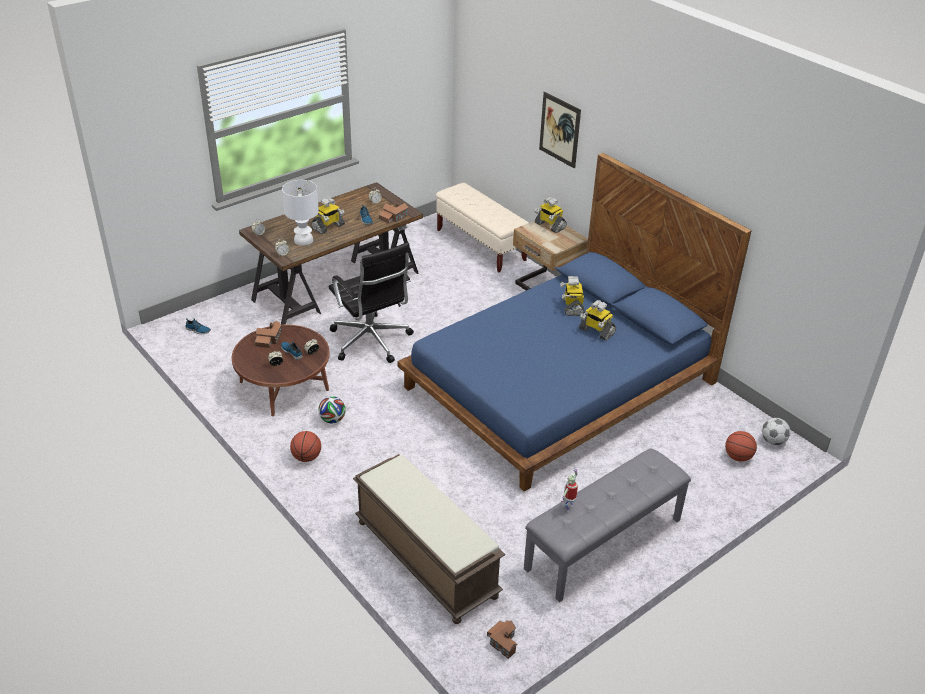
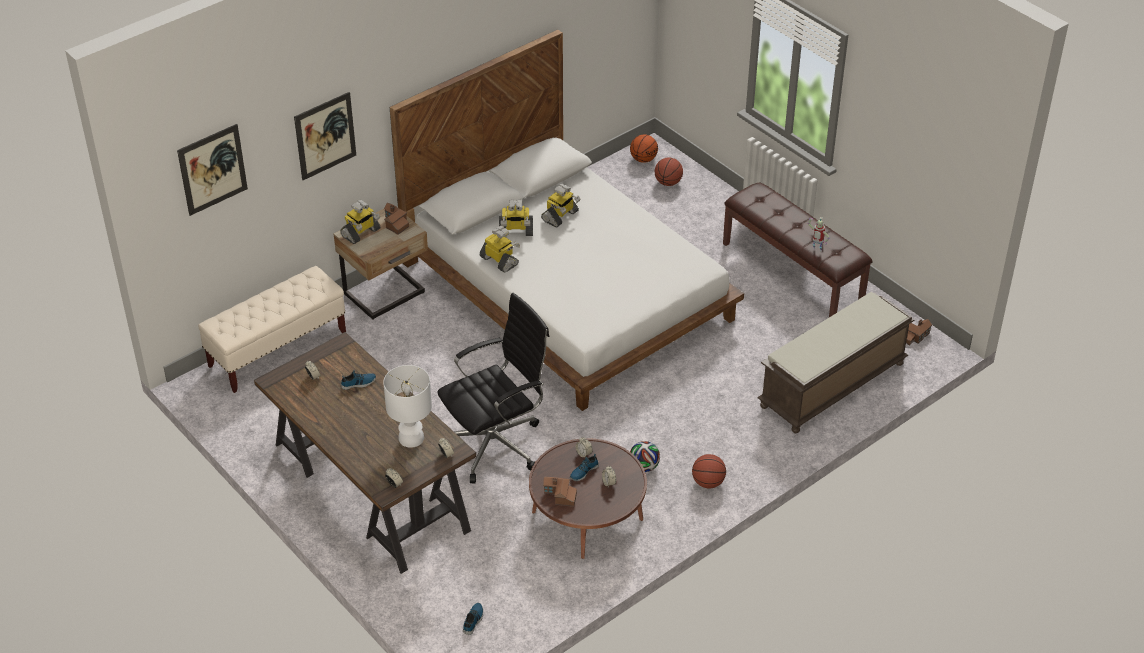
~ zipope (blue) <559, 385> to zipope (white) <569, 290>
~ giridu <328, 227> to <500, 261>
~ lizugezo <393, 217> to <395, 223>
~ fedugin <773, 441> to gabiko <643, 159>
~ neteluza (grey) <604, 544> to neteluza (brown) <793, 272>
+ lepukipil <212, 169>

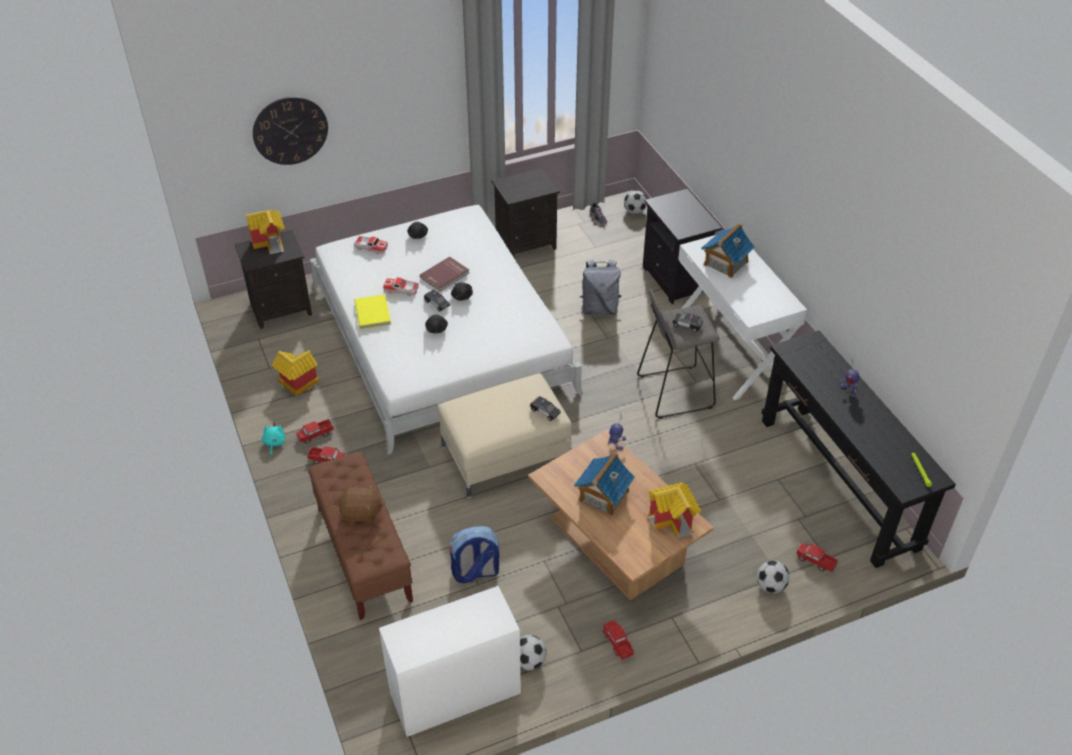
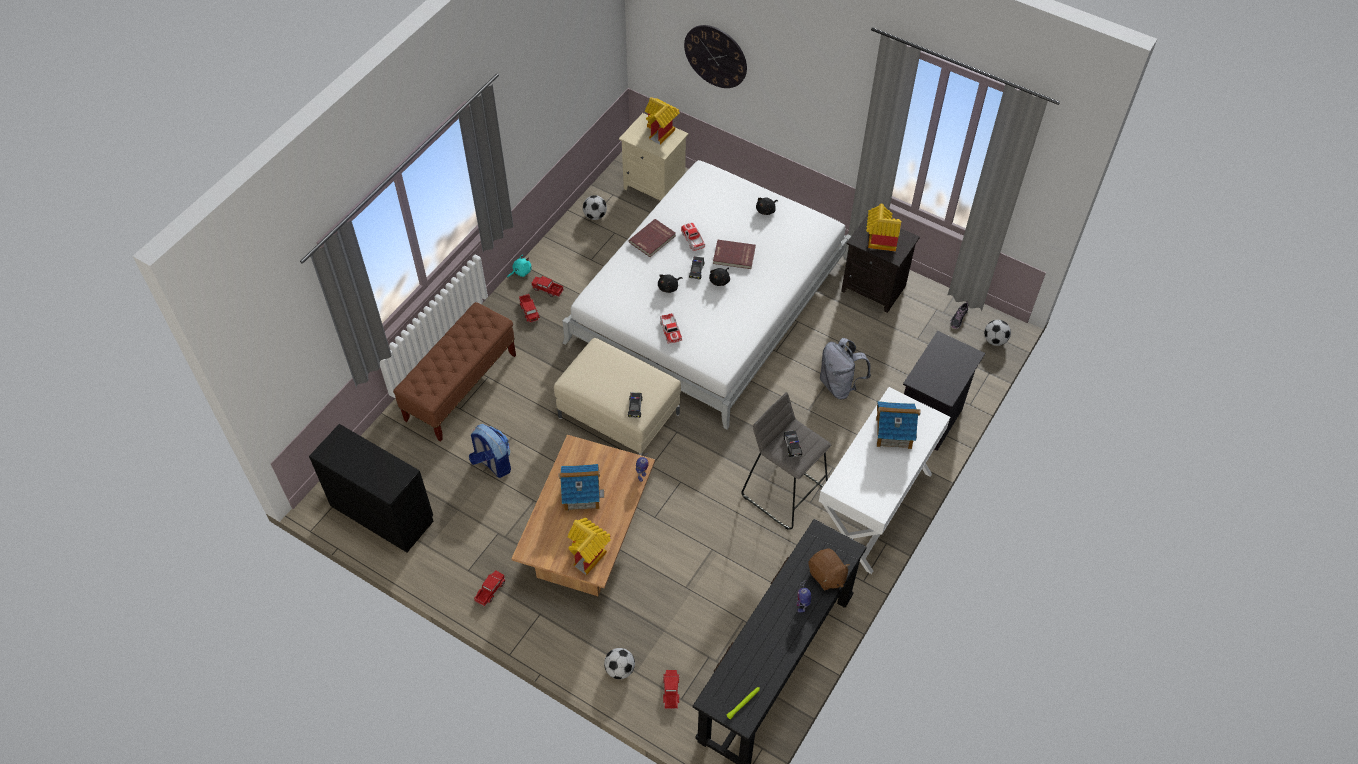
~ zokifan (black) <281, 308> to zokifan (beige) <655, 186>
~ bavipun <371, 247> to <670, 330>
~ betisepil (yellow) <373, 313> to betisepil (red) <653, 239>
~ lizugezo <297, 385> to <878, 240>
~ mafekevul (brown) <361, 513> to <826, 575>
~ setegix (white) <454, 692> to setegix (black) <382, 512>
~ fedugin <529, 662> to <595, 216>

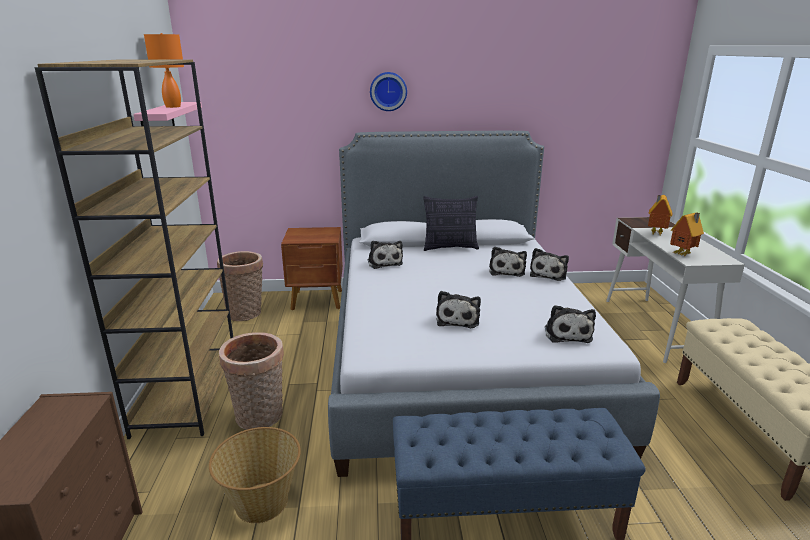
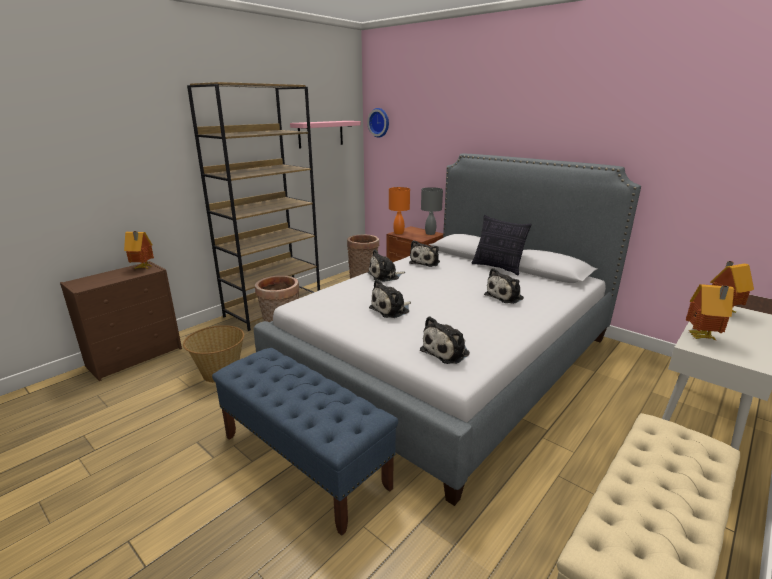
~ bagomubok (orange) <173, 106> to <399, 233>
~ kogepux <388, 91> to <380, 122>
~ mafekevul <548, 274> to <385, 276>
+ bagomubok (grey) <430, 233>
+ lizugezo <142, 268>

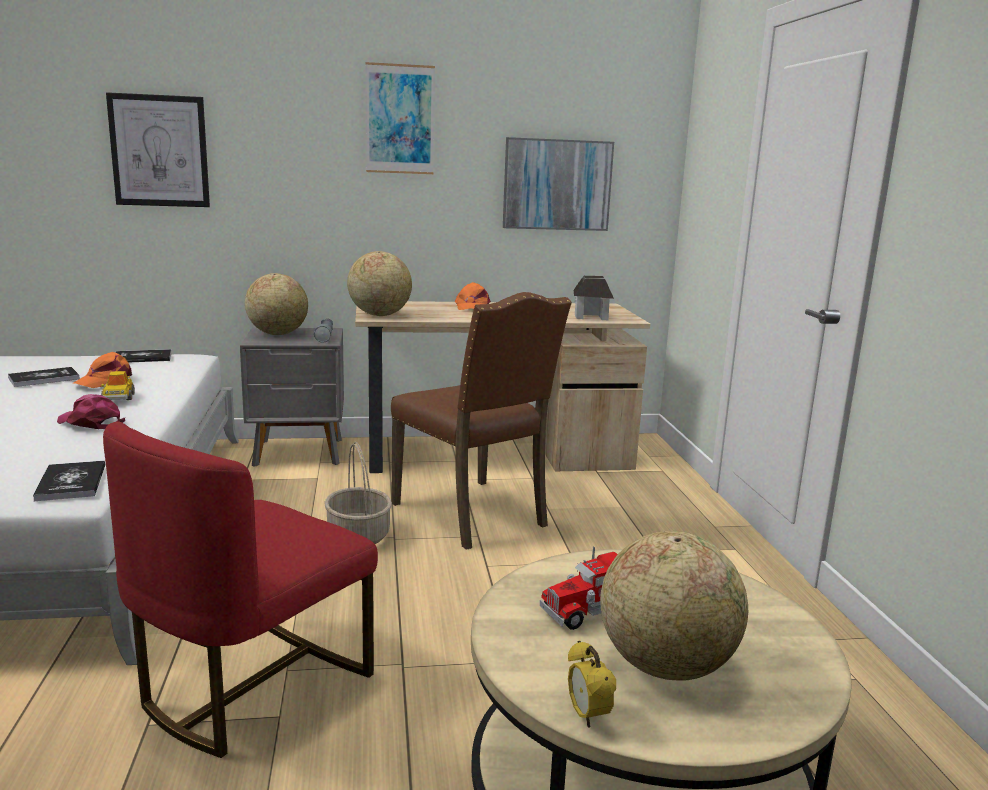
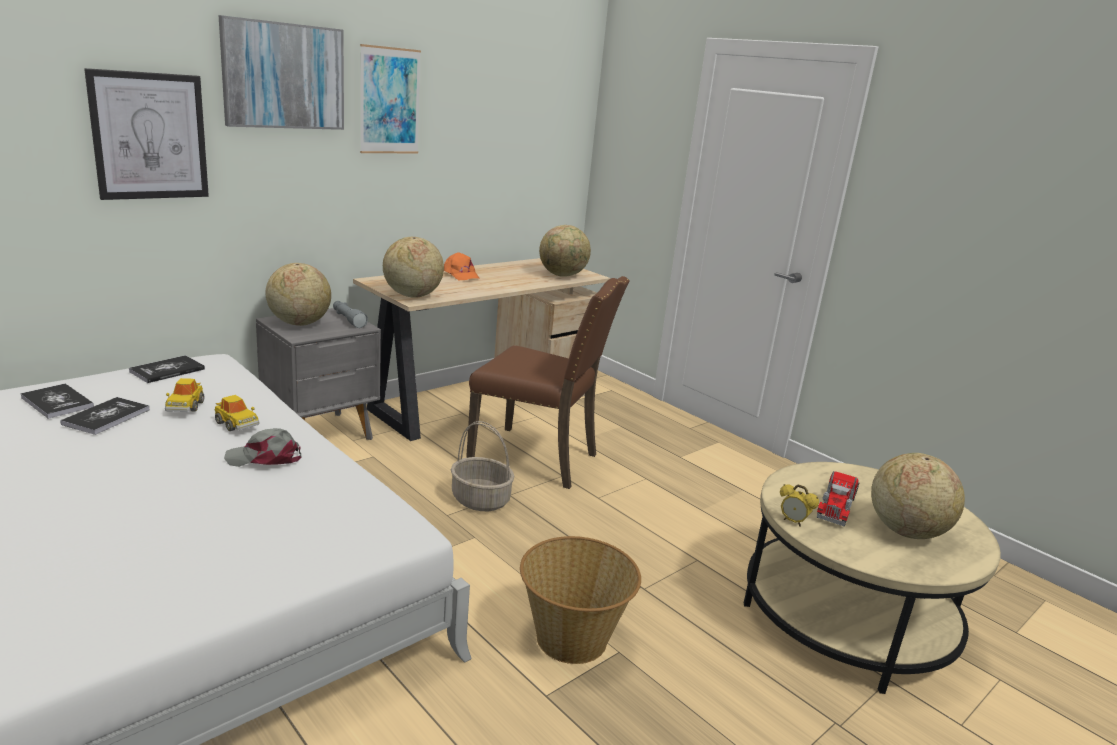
~ lepukipil <557, 185> to <284, 76>
~ lizugezo <591, 316> to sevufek <562, 275>
~ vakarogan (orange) <105, 380> to bavipun <185, 406>
~ vakarogan (pink) <90, 422> to vakarogan (grey) <265, 457>
~ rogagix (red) <250, 685> to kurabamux <572, 640>
~ betisepil <71, 482> to <57, 402>
~ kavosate <587, 716> to <793, 522>

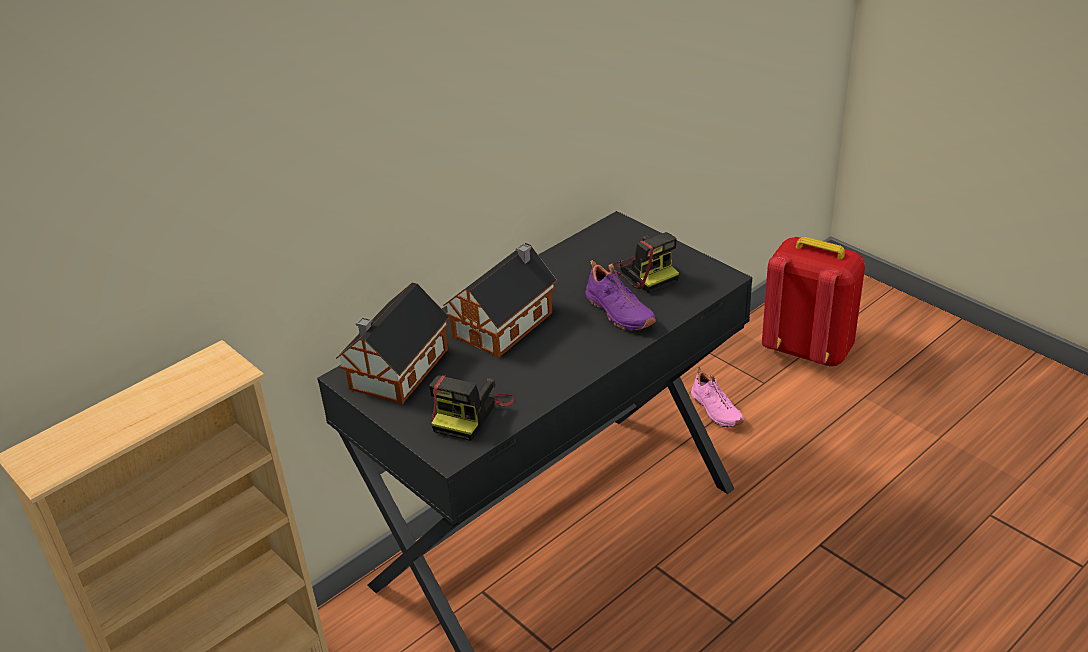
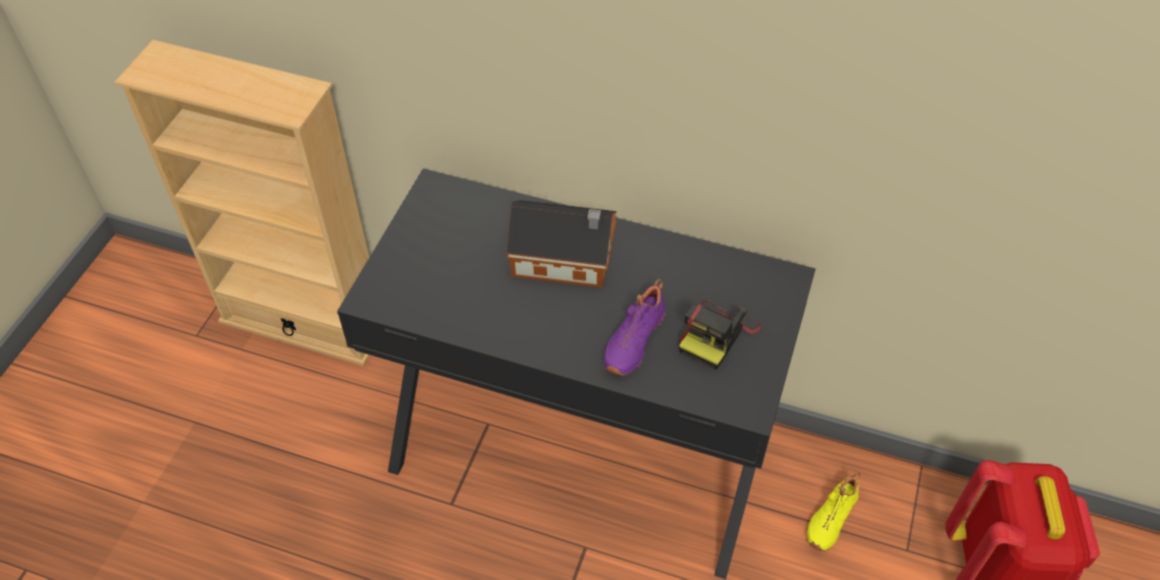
- lizugezo <396, 371>
~ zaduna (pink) <715, 410> to zaduna (yellow) <830, 518>
- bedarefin <470, 412>

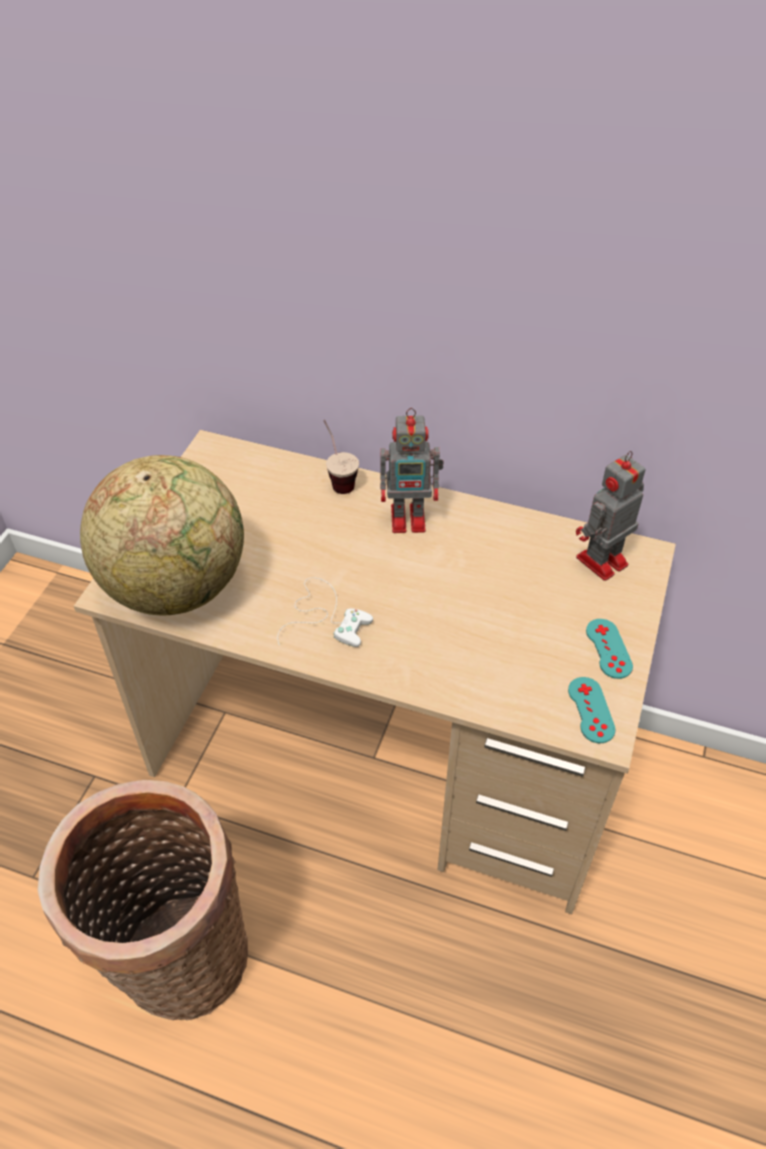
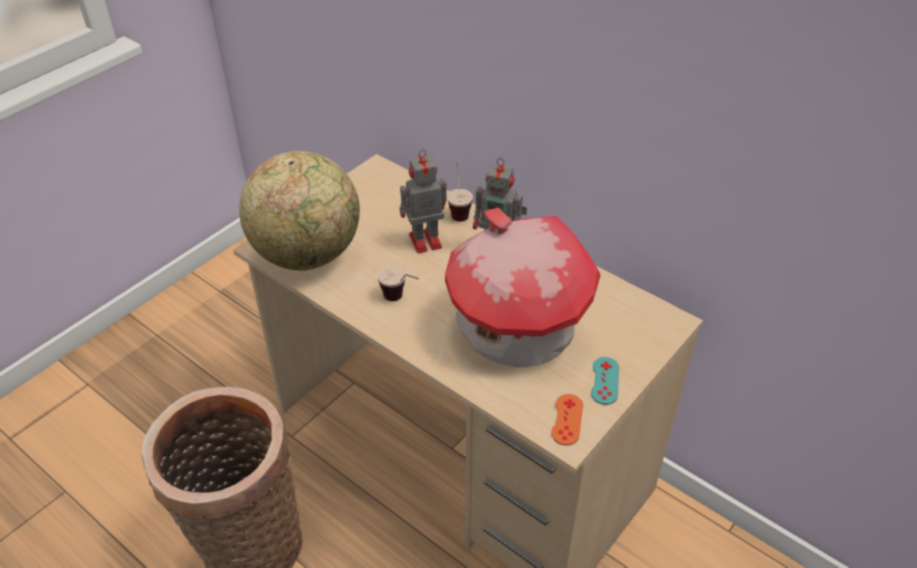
~ giridu <600, 562> to <423, 241>
~ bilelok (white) <325, 615> to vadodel <401, 300>
~ bilelok (turquoise) <591, 710> to bilelok (orange) <567, 419>
+ lizugezo <515, 327>

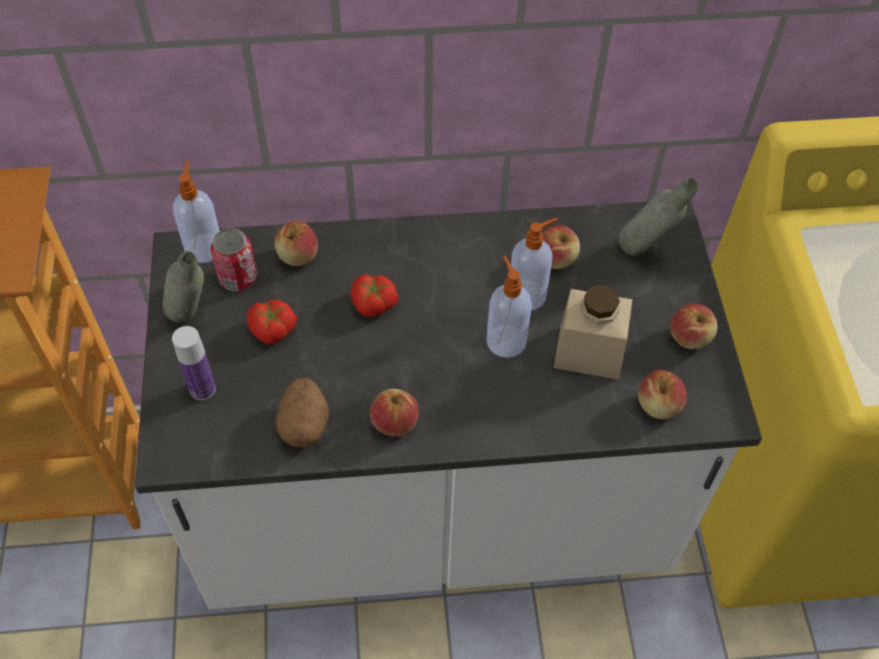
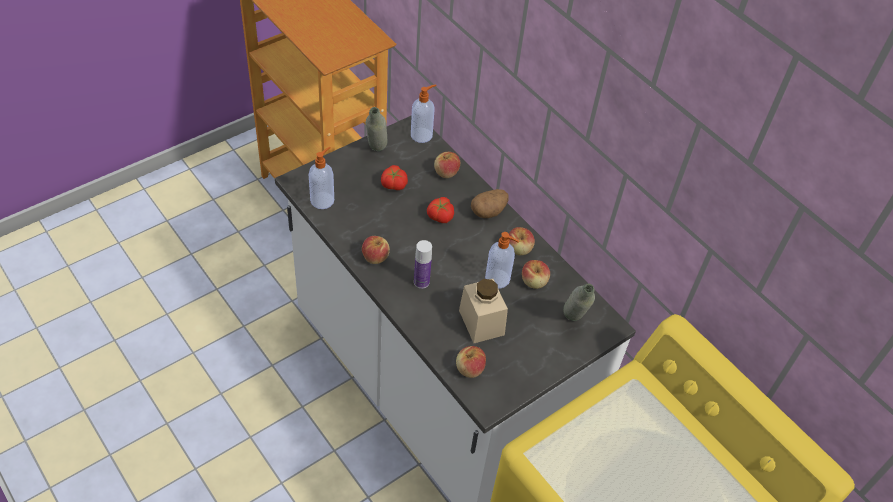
- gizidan <238, 277>
~ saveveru <505, 340> to <323, 200>
~ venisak <690, 337> to <519, 249>
~ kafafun <202, 389> to <421, 282>
~ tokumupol <304, 424> to <488, 211>

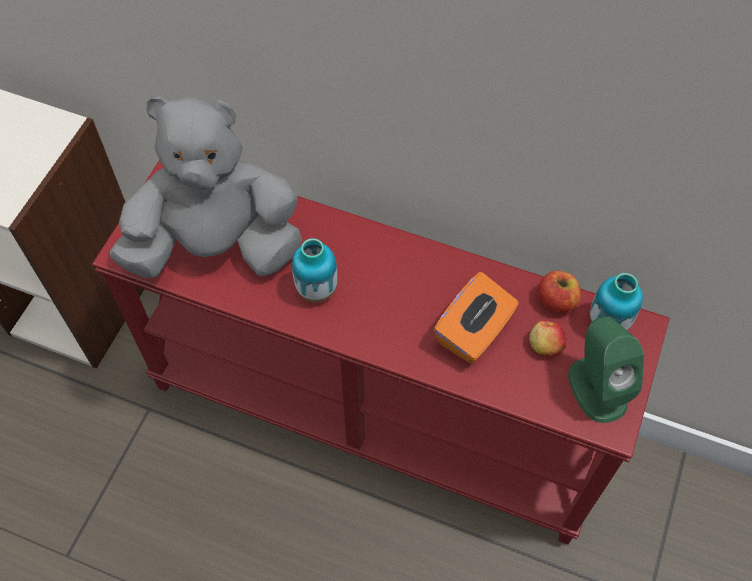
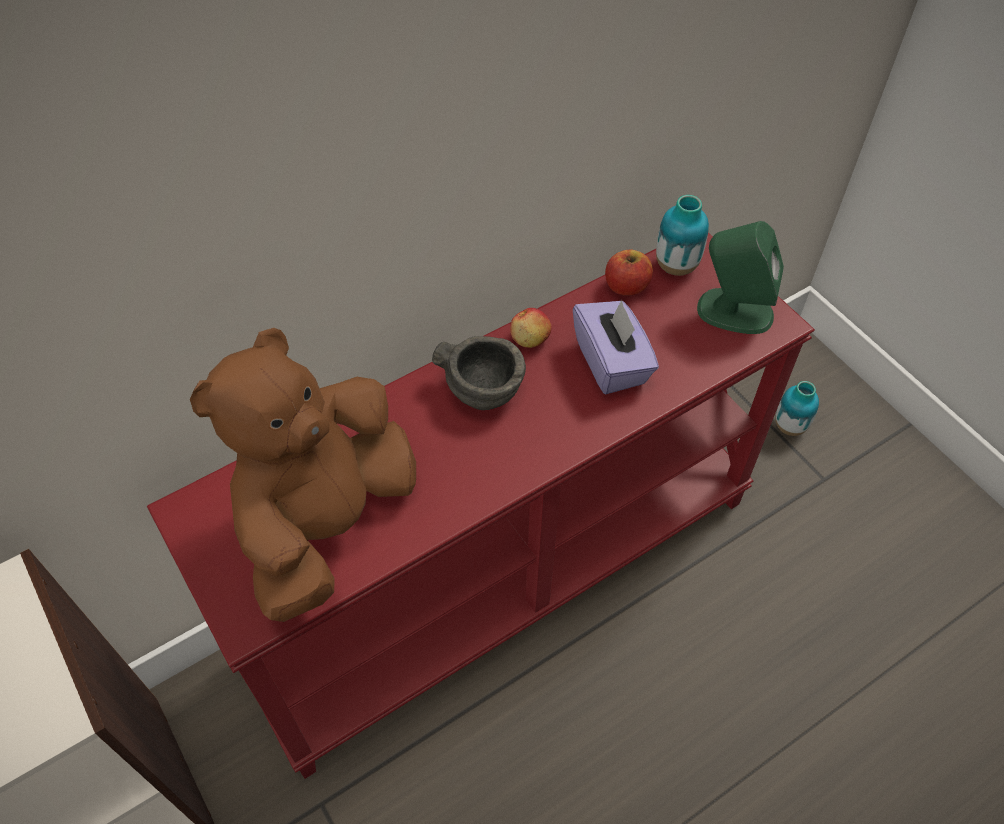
~ mafekevul (grey) <216, 247> to mafekevul (brown) <326, 522>
~ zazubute <316, 290> to <789, 426>
~ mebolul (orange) <474, 332> to mebolul (purple) <611, 363>
~ venisak <545, 345> to <530, 339>
+ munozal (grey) <485, 388>

